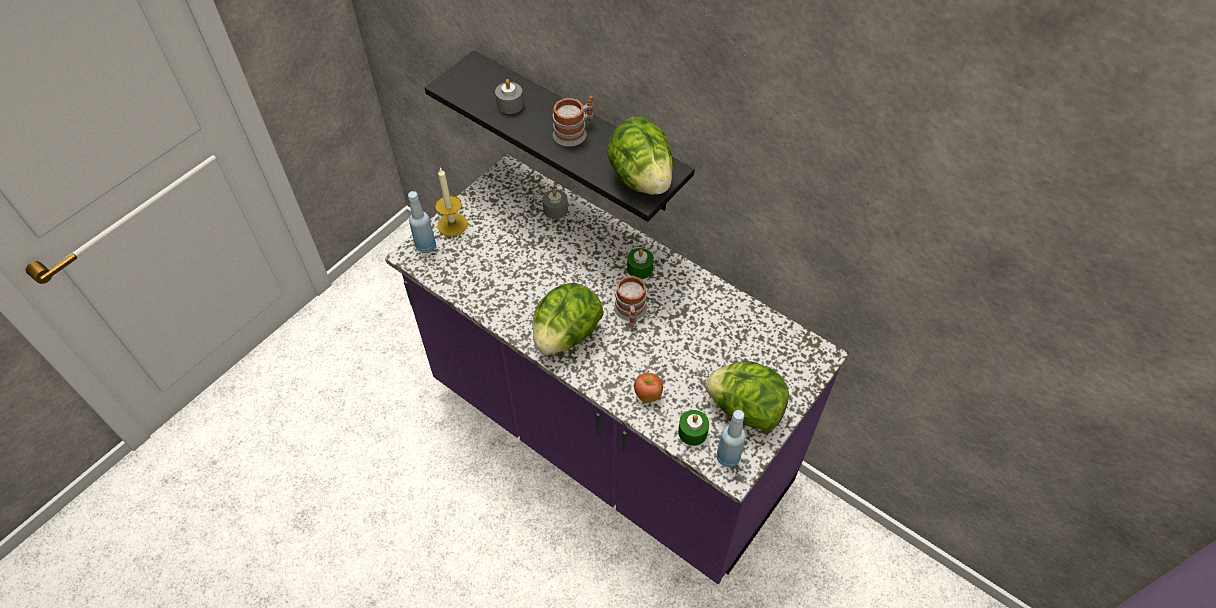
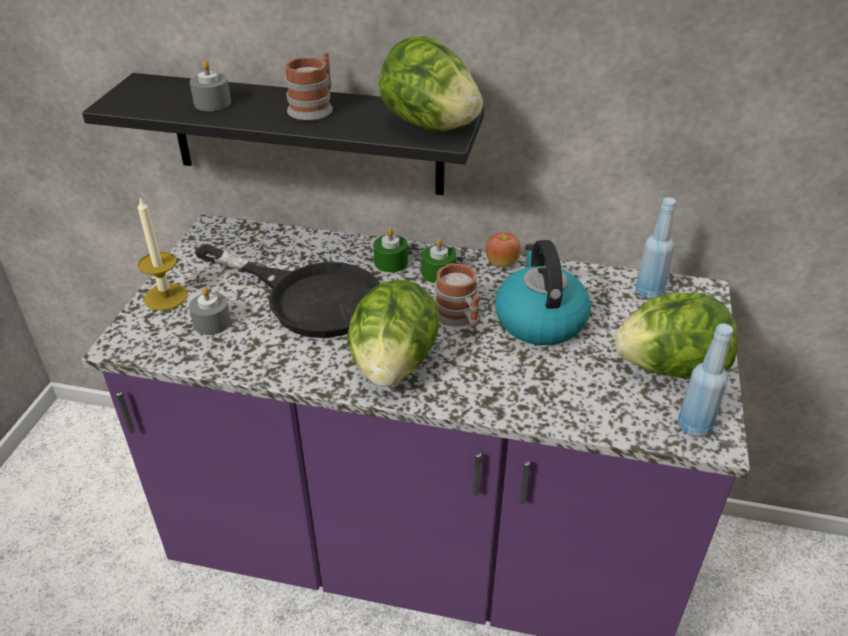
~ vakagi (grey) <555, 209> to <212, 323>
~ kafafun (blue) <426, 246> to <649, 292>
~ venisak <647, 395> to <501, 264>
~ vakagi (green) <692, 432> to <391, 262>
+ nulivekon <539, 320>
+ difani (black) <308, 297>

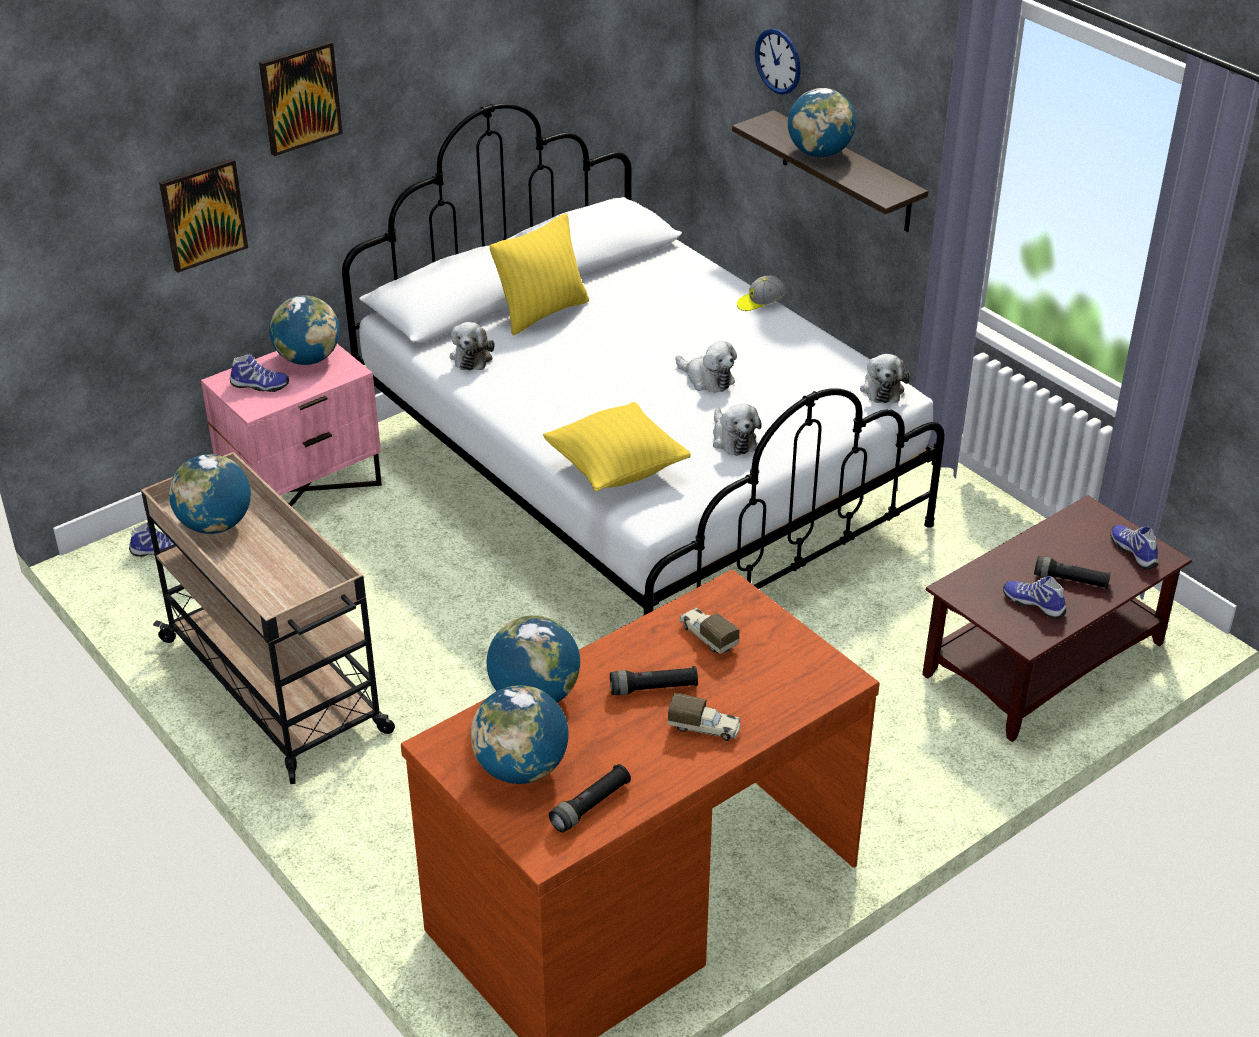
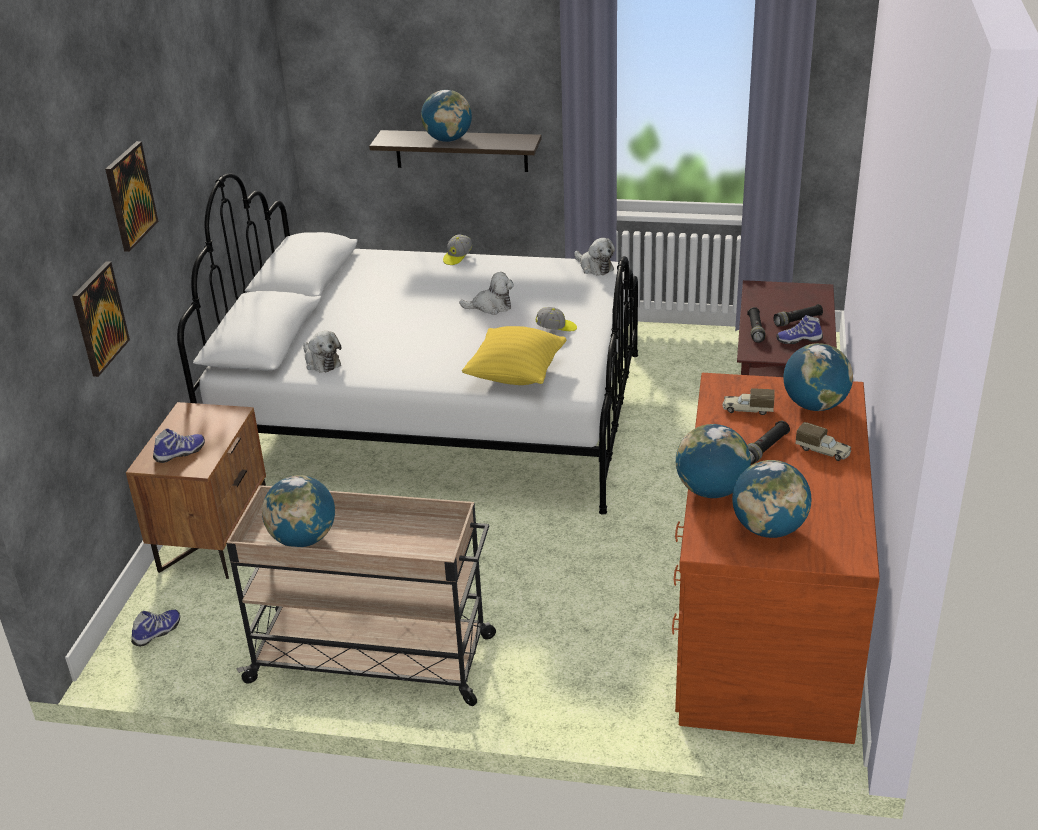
- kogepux <778, 61>
- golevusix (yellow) <542, 313>
~ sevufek <308, 359> to <814, 405>
~ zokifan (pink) <303, 489> to zokifan (brown) <213, 537>
~ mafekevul <732, 439> to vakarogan <556, 328>
- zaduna <1134, 552>
~ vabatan <704, 728> = <823, 451> 60 degrees clockwise
~ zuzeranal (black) <590, 806> to <755, 330>

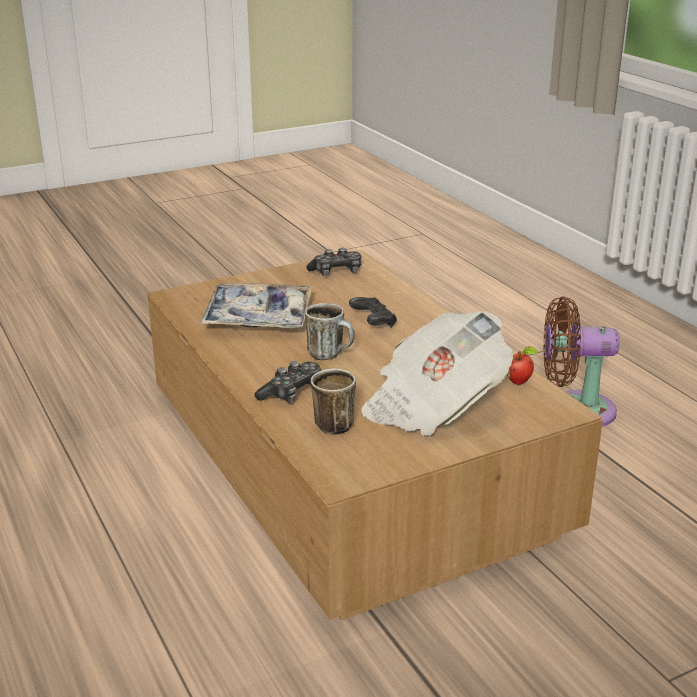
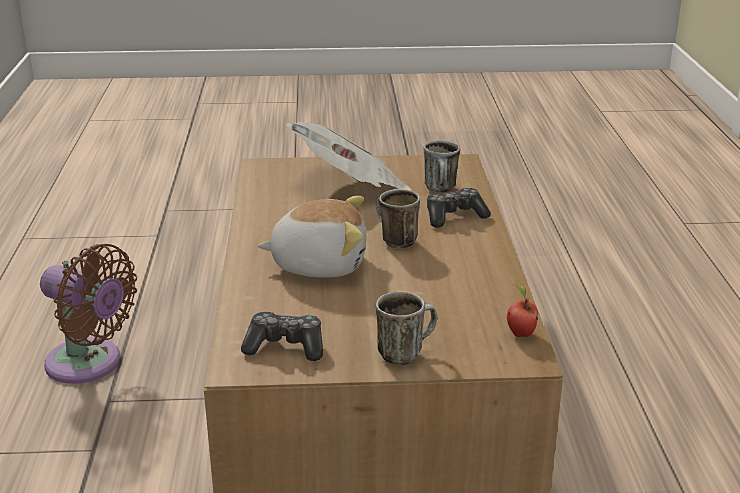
- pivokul <258, 317>
~ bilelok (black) <373, 323> to mafekevul <319, 264>
~ venisak <519, 382> to <520, 333>
+ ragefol <405, 352>

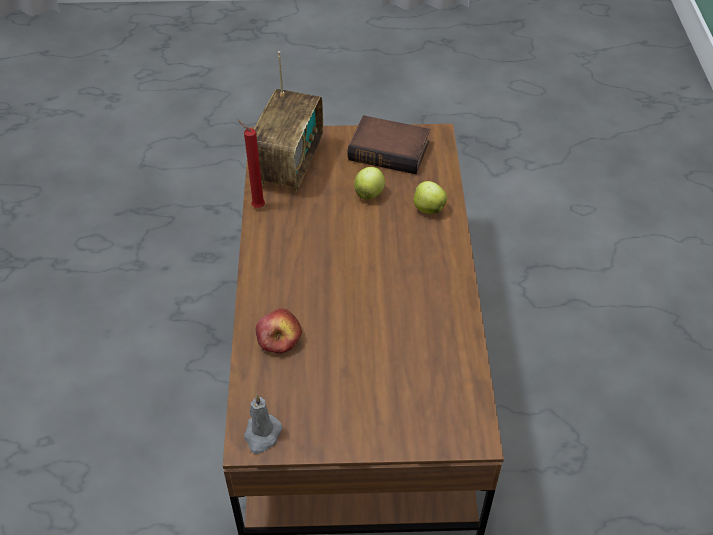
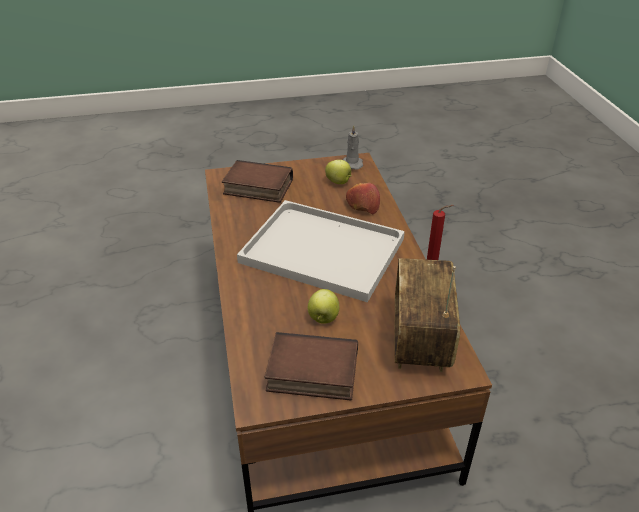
~ venisak <428, 208> to <339, 182>
+ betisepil <256, 188>
+ pivokul (white) <319, 251>

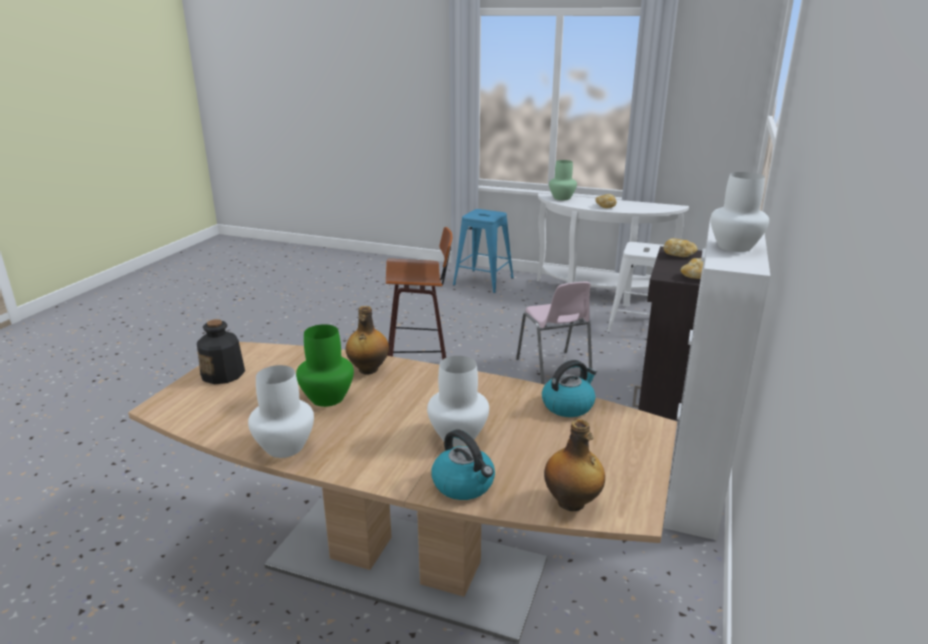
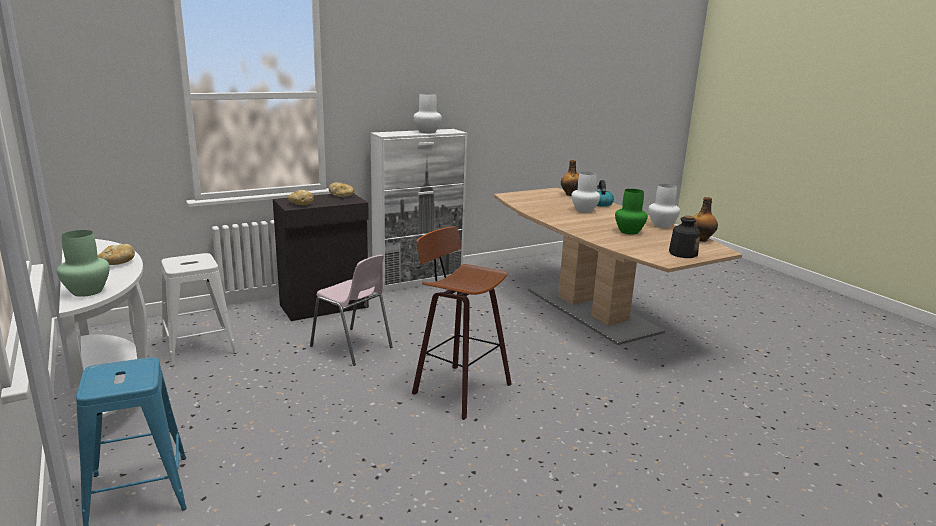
~ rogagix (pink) <553, 370> = <352, 347> 105 degrees clockwise
~ kafafun <368, 370> to <701, 239>
- nulivekon <568, 405>

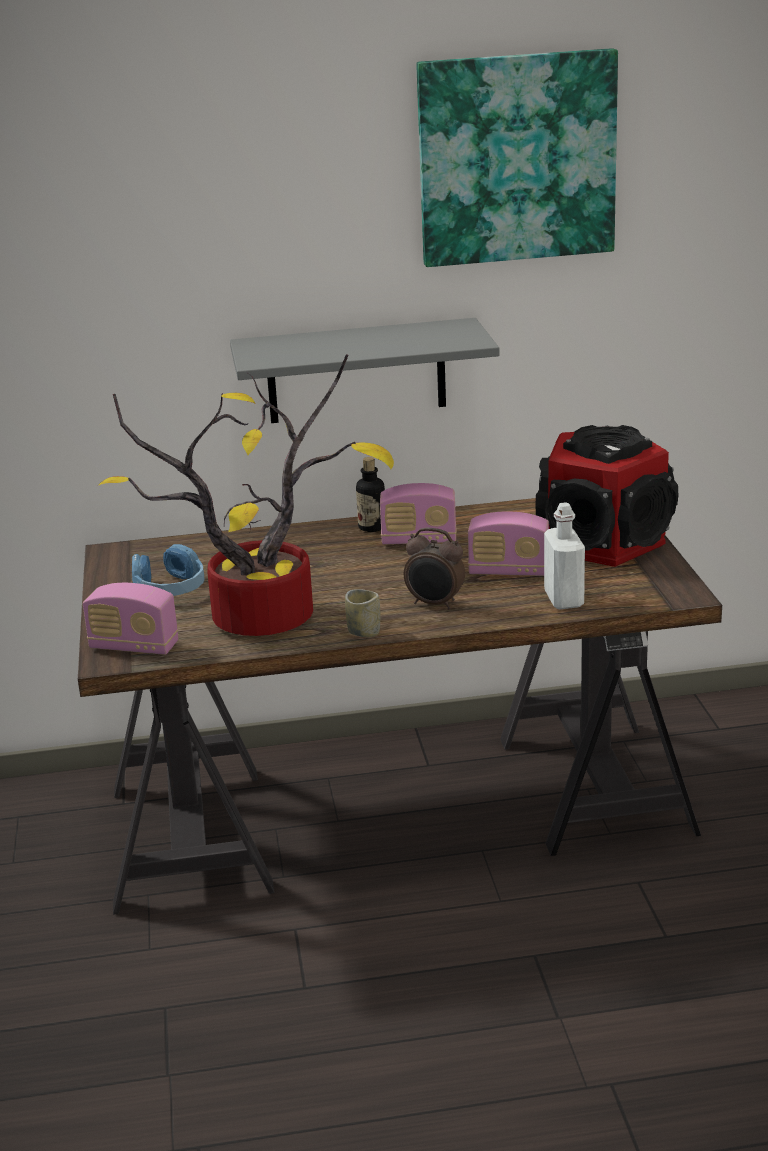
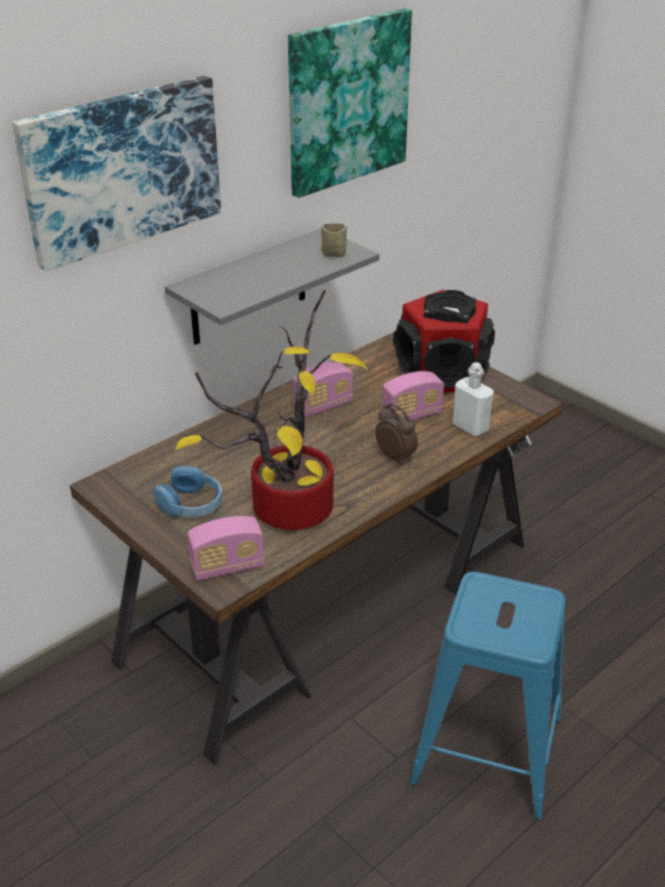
- kafafun <372, 527>
~ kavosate <435, 604> = <396, 457> 120 degrees counterclockwise
~ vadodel <364, 632> to <334, 254>
+ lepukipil <121, 169>
+ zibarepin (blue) <486, 749>

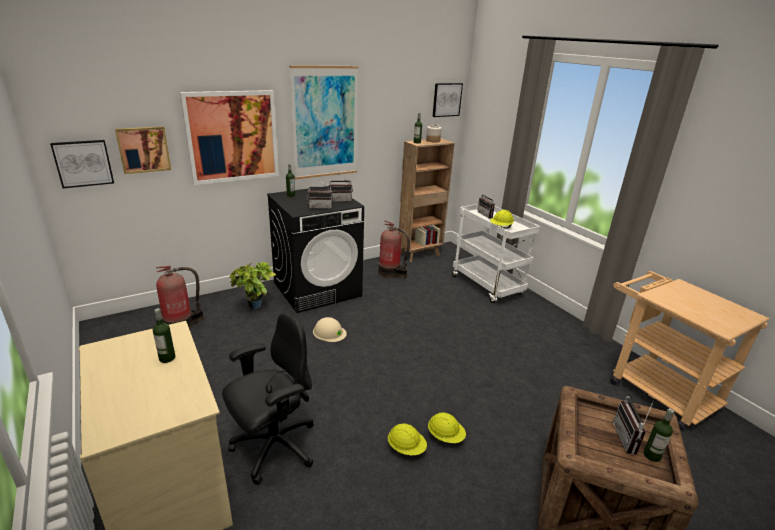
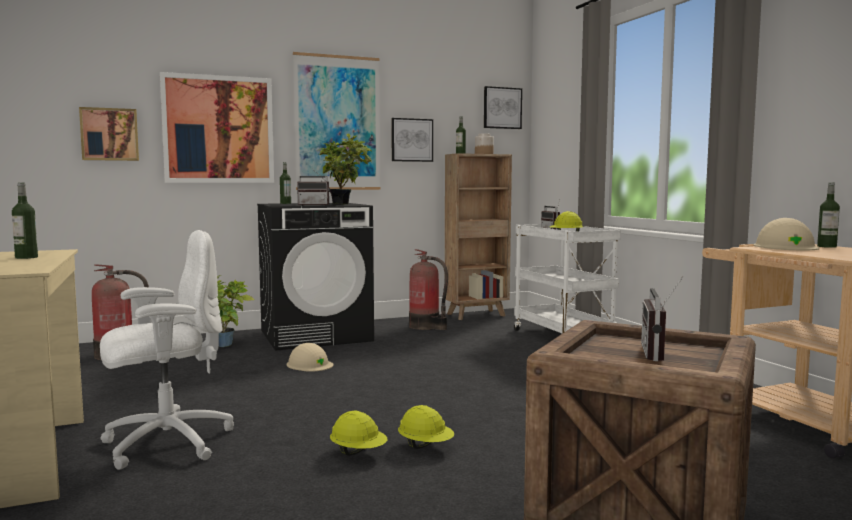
~ lepukipil <83, 163> to <411, 140>
~ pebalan <340, 200> to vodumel <345, 204>
~ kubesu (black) <273, 447> to kubesu (white) <166, 443>
~ kafafun <651, 455> to <826, 246>
+ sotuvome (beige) <785, 246>

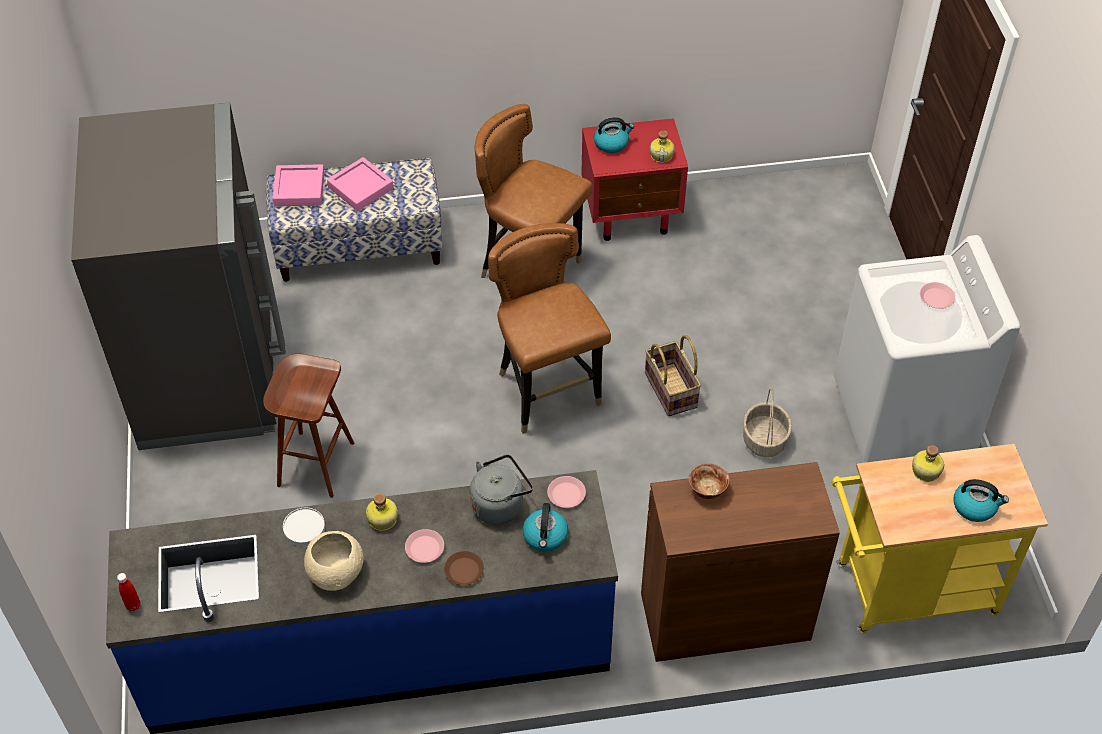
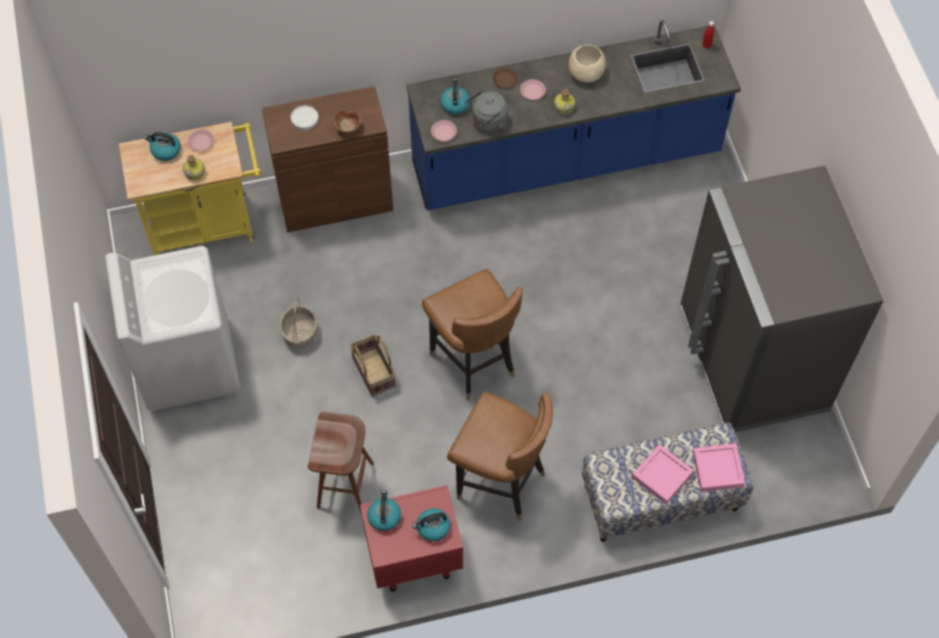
~ kafafun <662, 155> to nulivekon <384, 516>
~ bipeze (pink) <936, 298> to <201, 142>
~ zibarepin (brown) <315, 463> to <346, 486>
~ bipeze (white) <304, 528> to <305, 118>

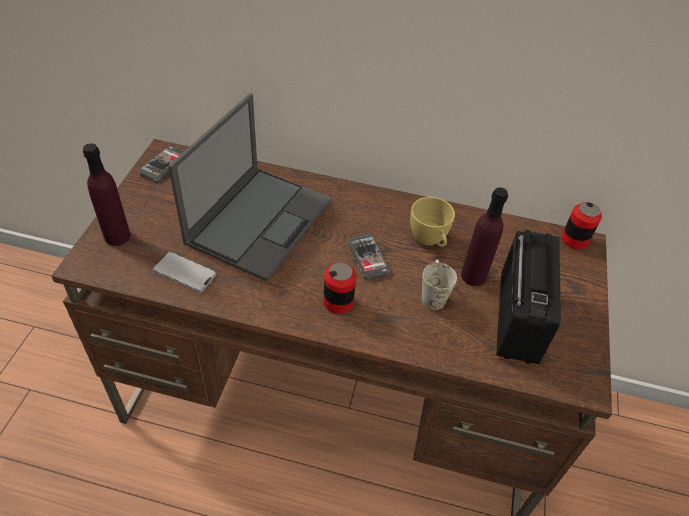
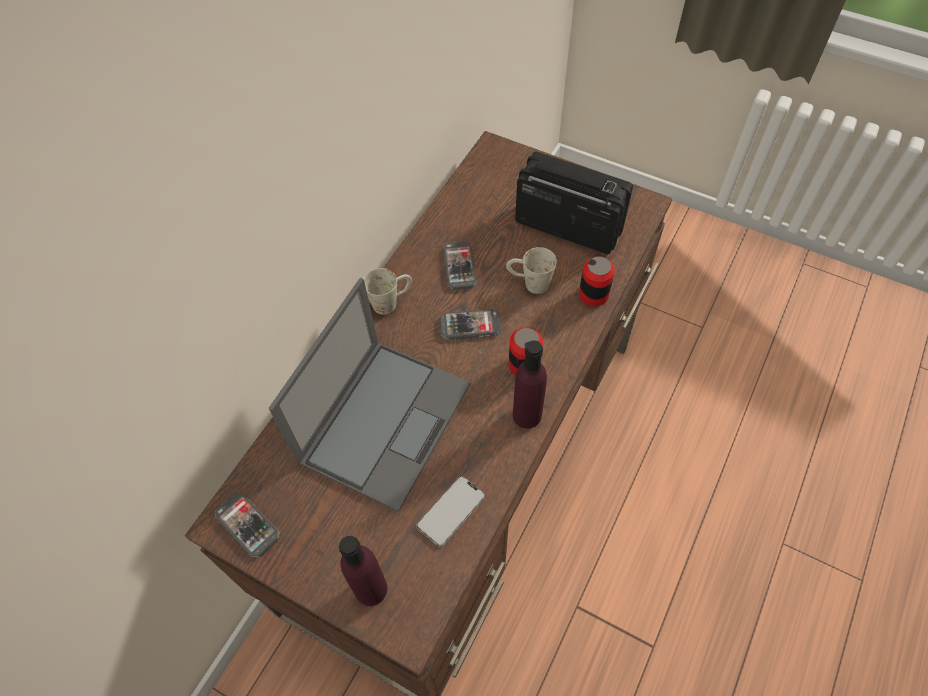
~ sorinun <260, 220> = <386, 420> 75 degrees clockwise
~ kafafun (purple) <473, 276> to <527, 415>
~ vadodel (yellow) <429, 241> to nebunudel <459, 267>
~ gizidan <574, 240> to <593, 294>
+ ragefol (white) <391, 301>

